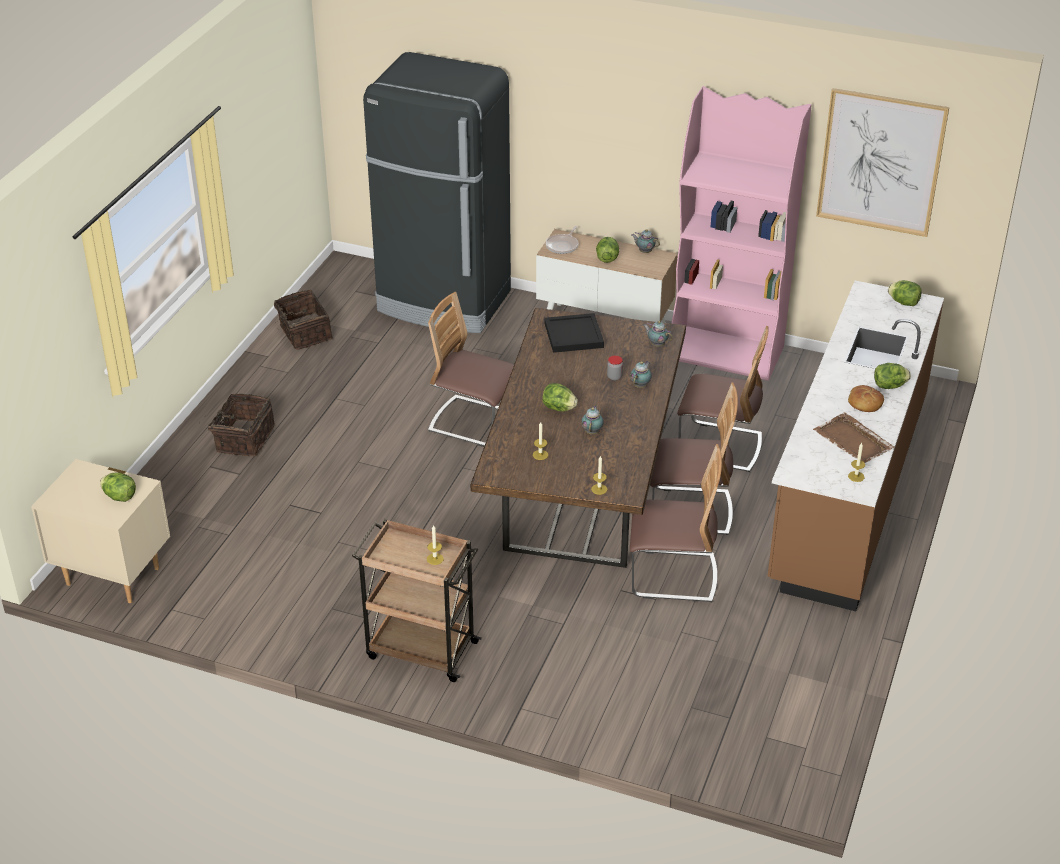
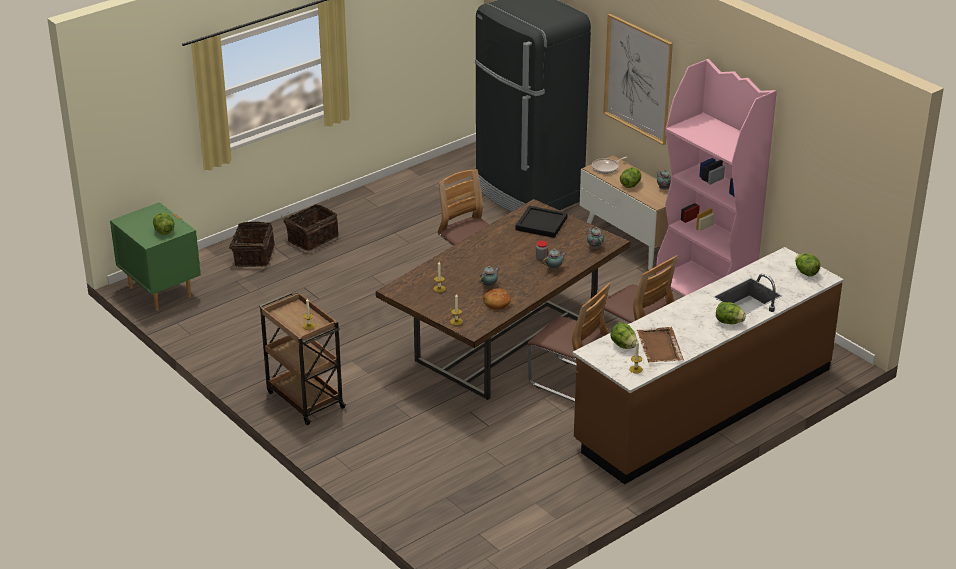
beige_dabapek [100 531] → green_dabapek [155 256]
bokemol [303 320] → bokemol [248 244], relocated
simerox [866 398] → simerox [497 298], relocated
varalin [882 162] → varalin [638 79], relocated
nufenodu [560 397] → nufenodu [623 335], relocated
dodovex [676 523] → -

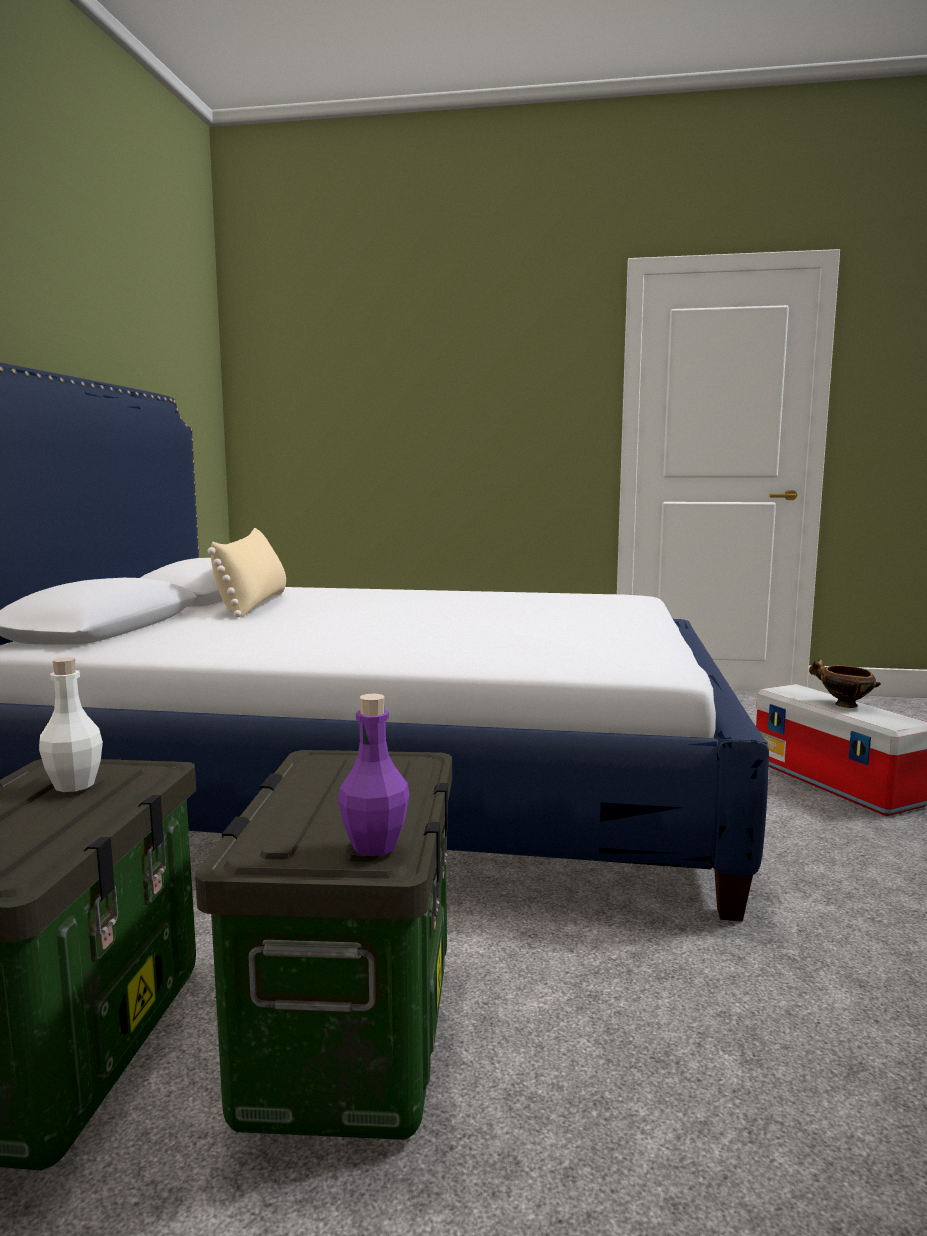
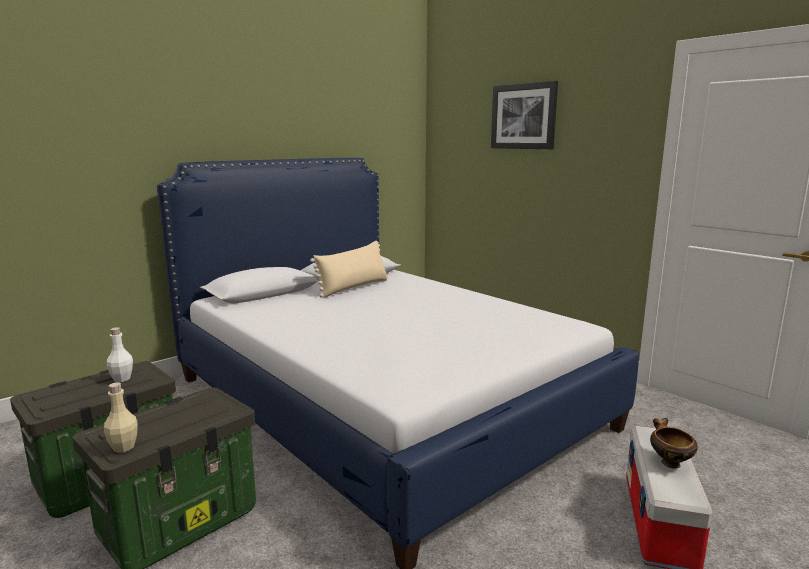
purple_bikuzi [374 775] → beige_bikuzi [121 417]
- → varalin [524 115]

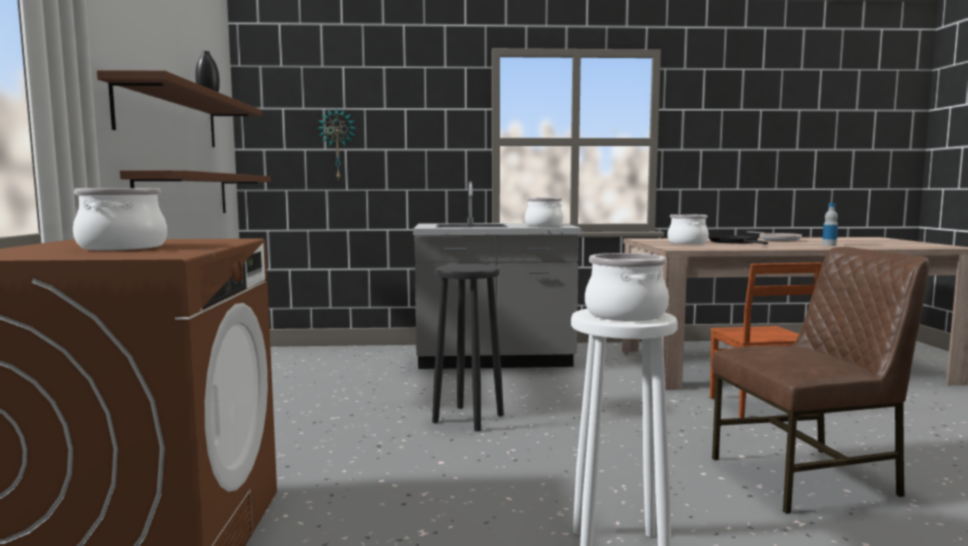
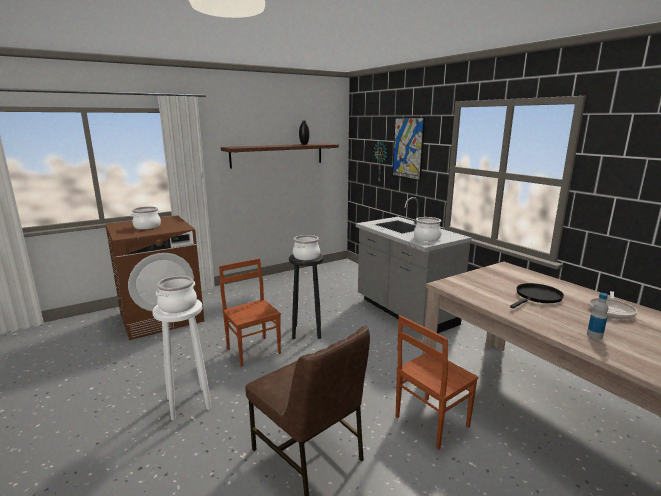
- → brown_dodovex [250 312]
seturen [688 229] → seturen [306 247], relocated
- → varalin [408 149]
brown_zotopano [195 191] → -

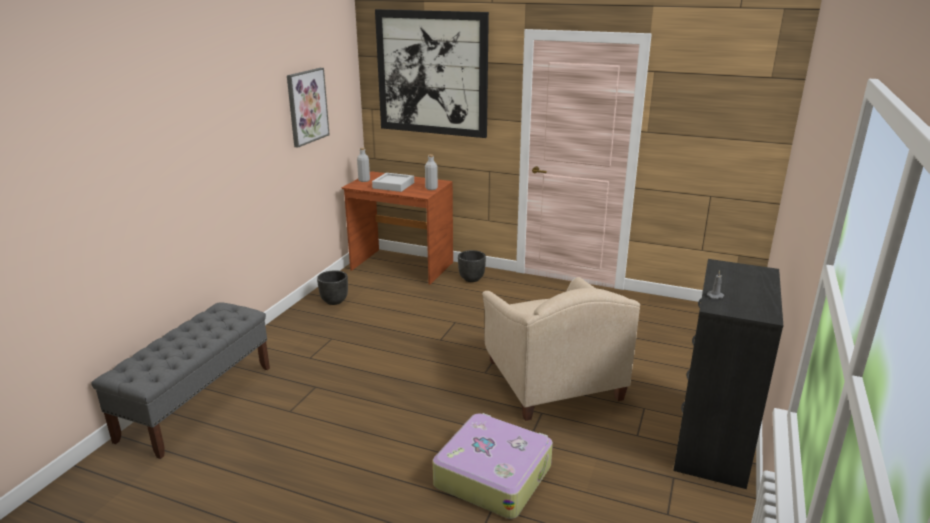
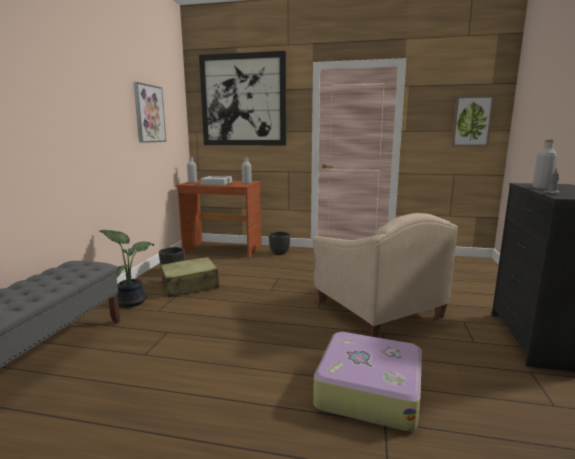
- → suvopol [127 268]
- → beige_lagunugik [190 277]
- → varalin [473 120]
- → grey_bikuzi [545 164]

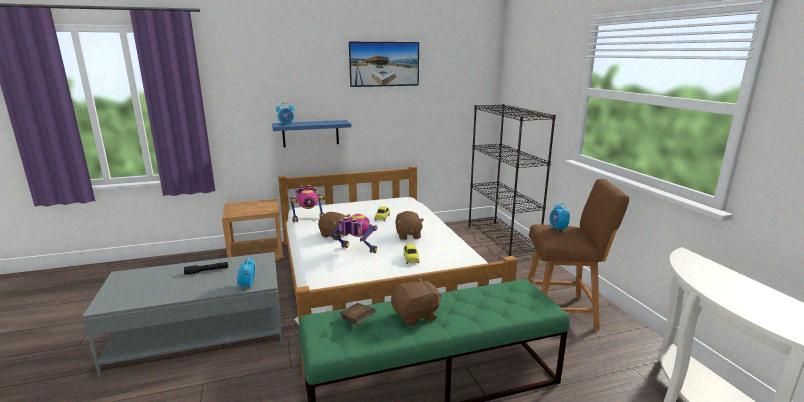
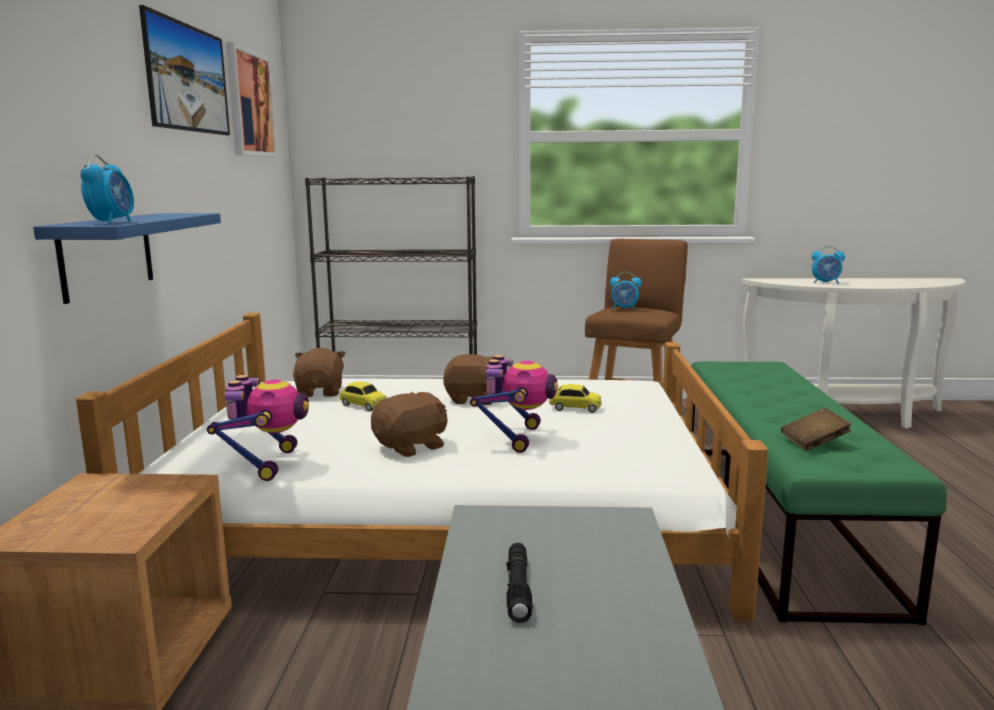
- → varalin [252 99]
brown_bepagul [416 302] → brown_bepagul [319 372], relocated
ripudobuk [354 233] → ripudobuk [514 404], 150 degrees clockwise
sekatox [246 274] → sekatox [828 265], relocated

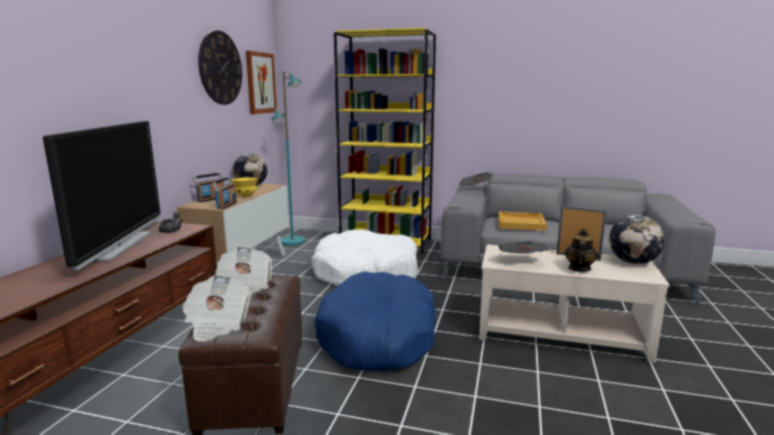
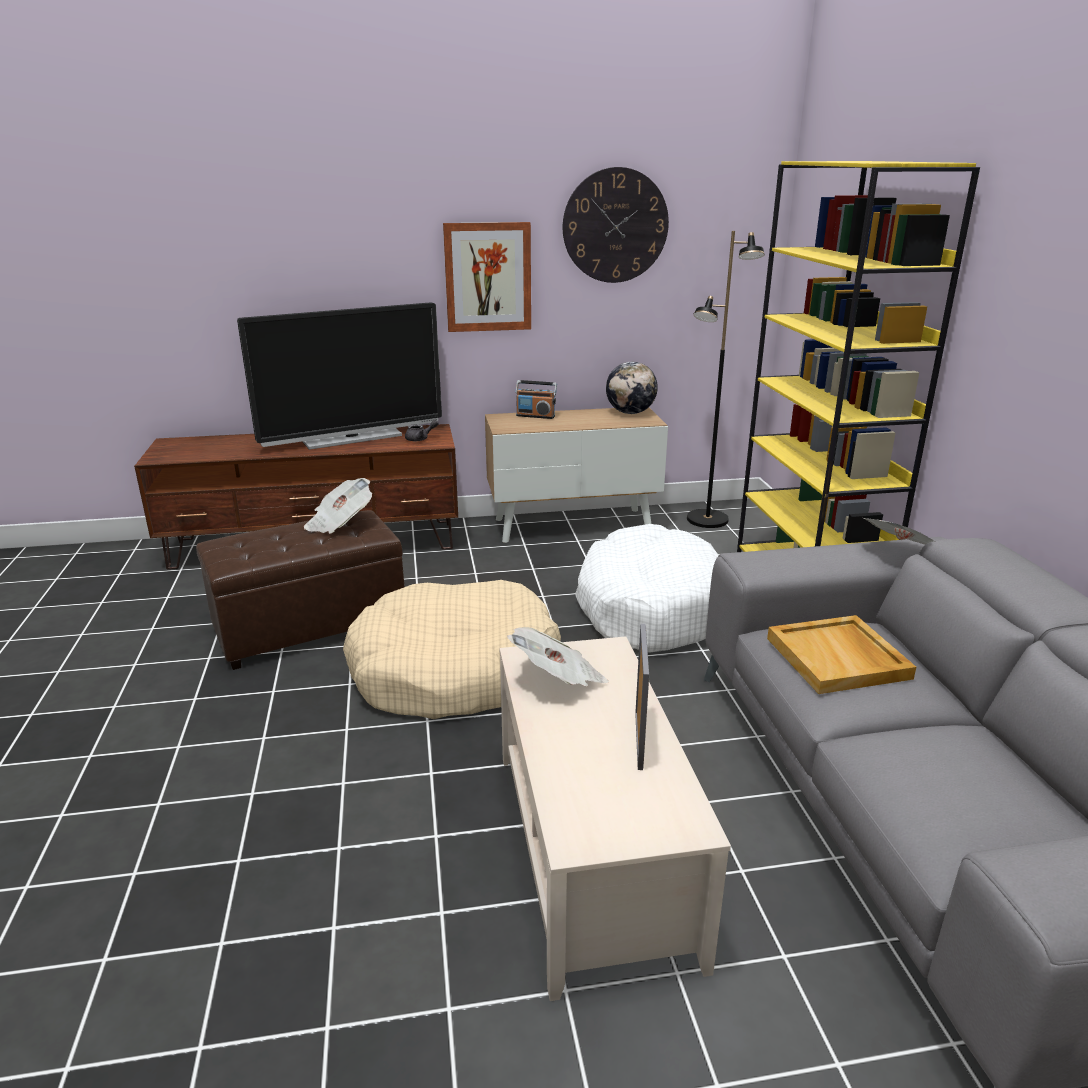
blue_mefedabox [375 321] → beige_mefedabox [452 649]
varalin [261 82] → varalin [487 277], relocated
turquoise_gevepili [288 158] → black_gevepili [726 379]
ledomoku [217 308] → -
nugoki [224 193] → -
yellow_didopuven [245 187] → -
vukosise [581 250] → -
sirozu [637 239] → -

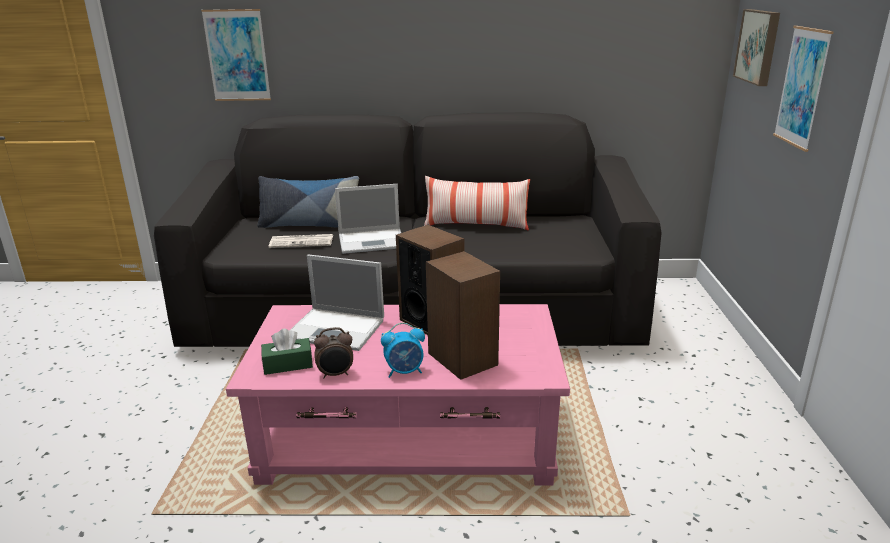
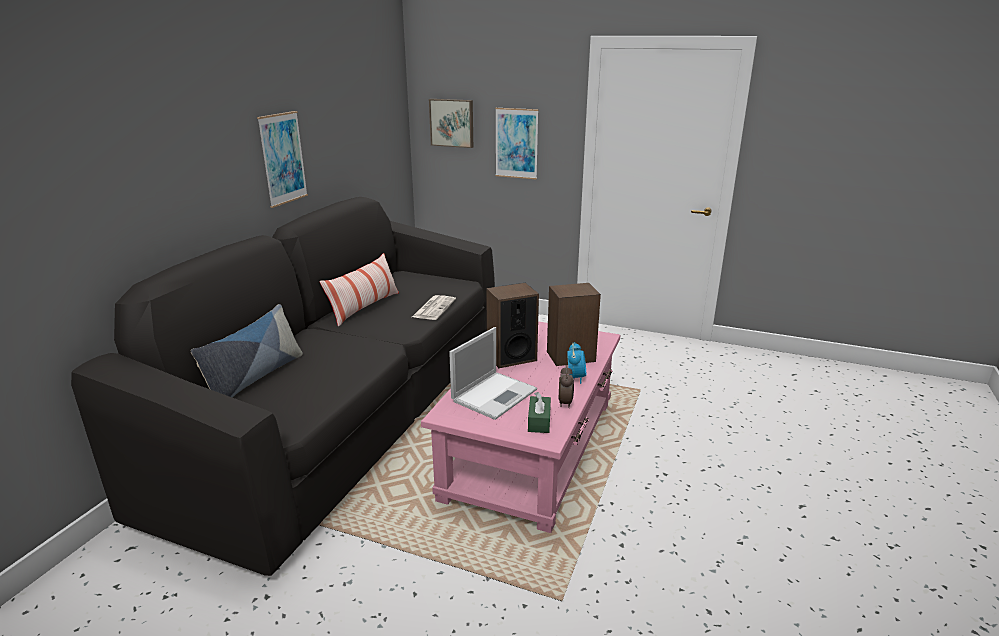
varalin [236 55] → varalin [282 159], relocated
ledomoku [300 241] → ledomoku [434 307], relocated
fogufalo [368 219] → -

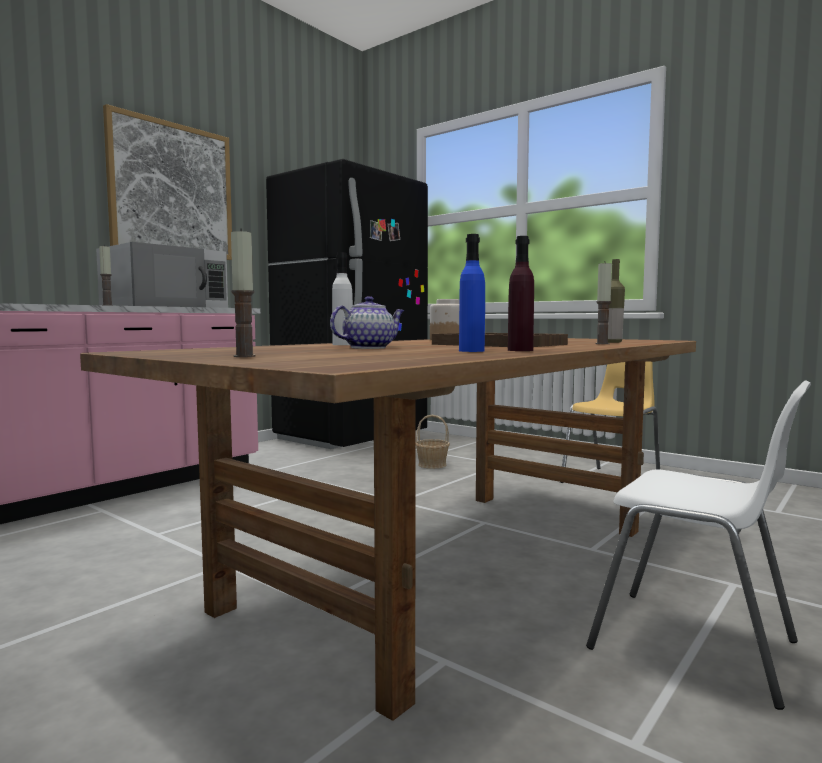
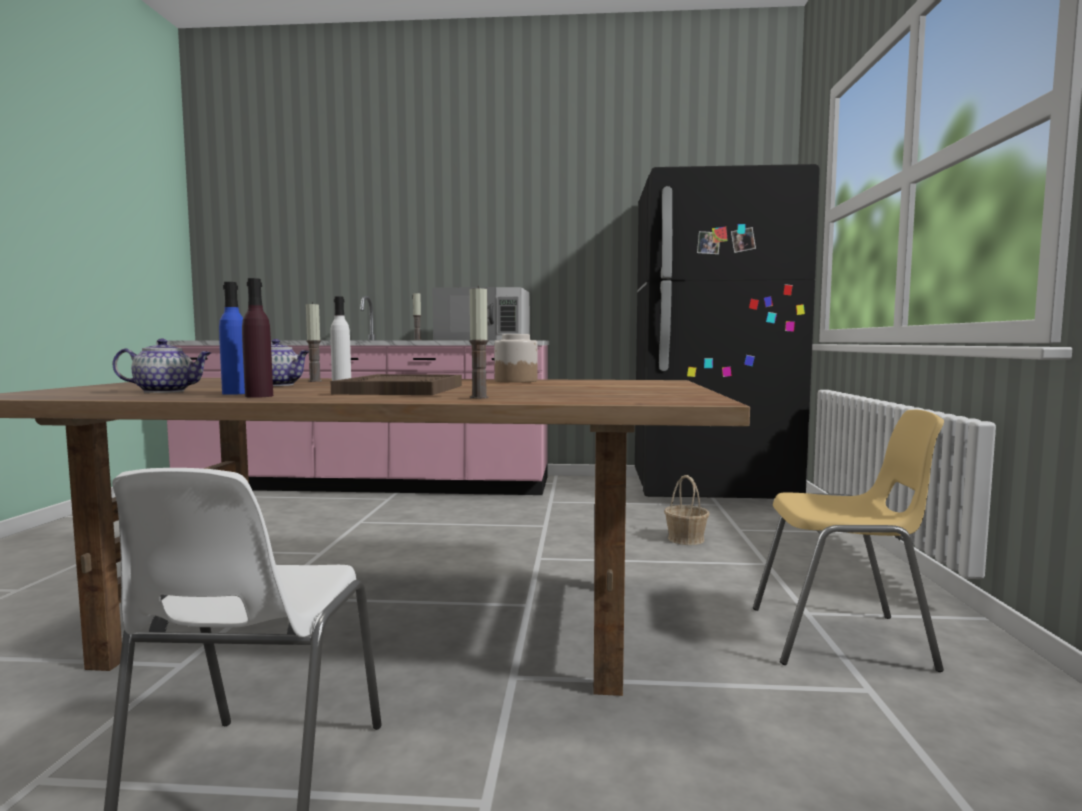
- → vukosise [162 365]
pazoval [243 293] → pazoval [314 342], relocated
varalin [167 182] → -
bikuzi [616 301] → -

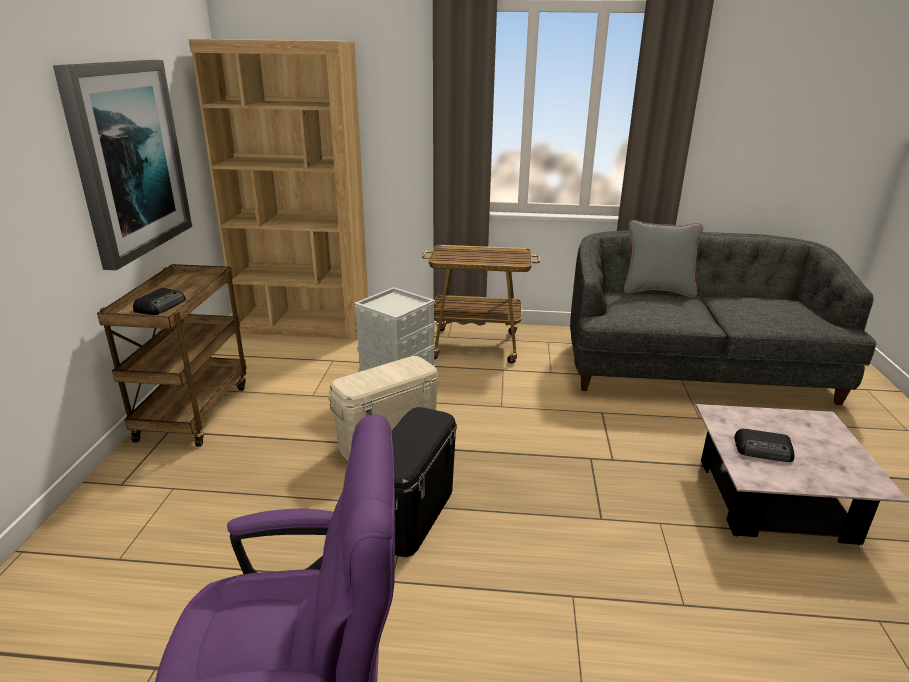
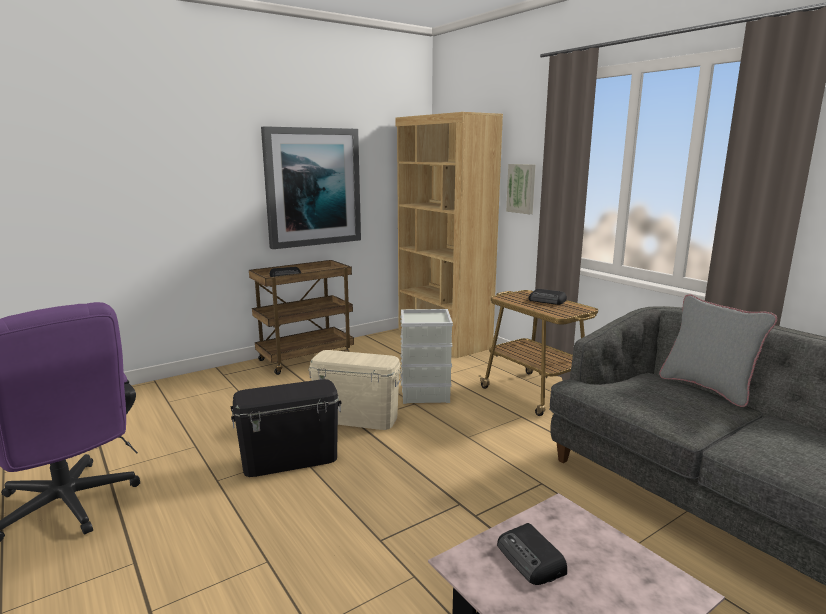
- → varalin [520 189]
- → nugoki [547 297]

